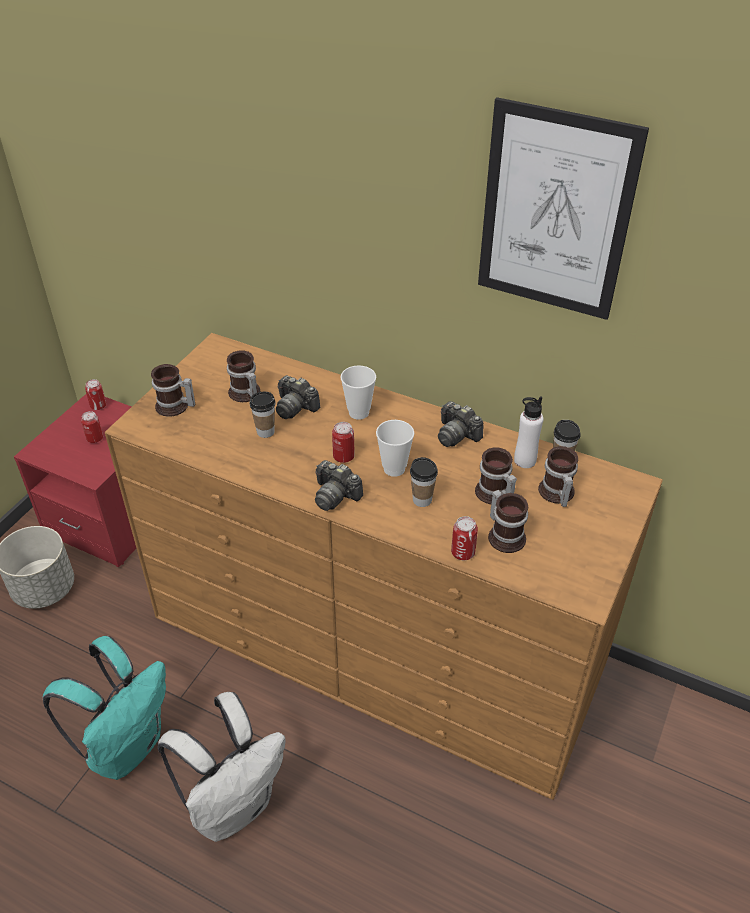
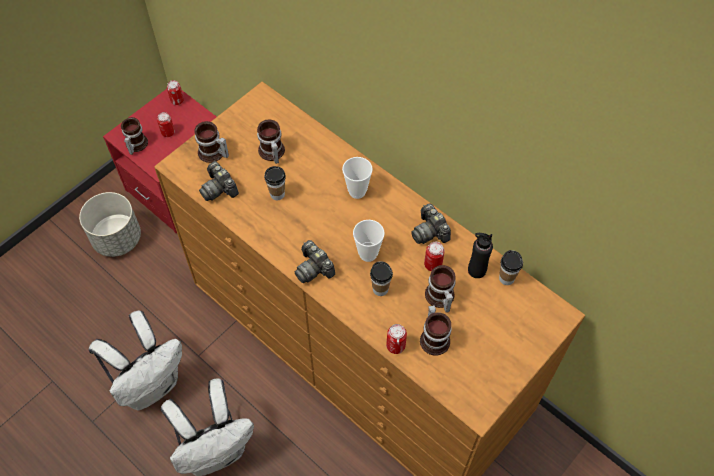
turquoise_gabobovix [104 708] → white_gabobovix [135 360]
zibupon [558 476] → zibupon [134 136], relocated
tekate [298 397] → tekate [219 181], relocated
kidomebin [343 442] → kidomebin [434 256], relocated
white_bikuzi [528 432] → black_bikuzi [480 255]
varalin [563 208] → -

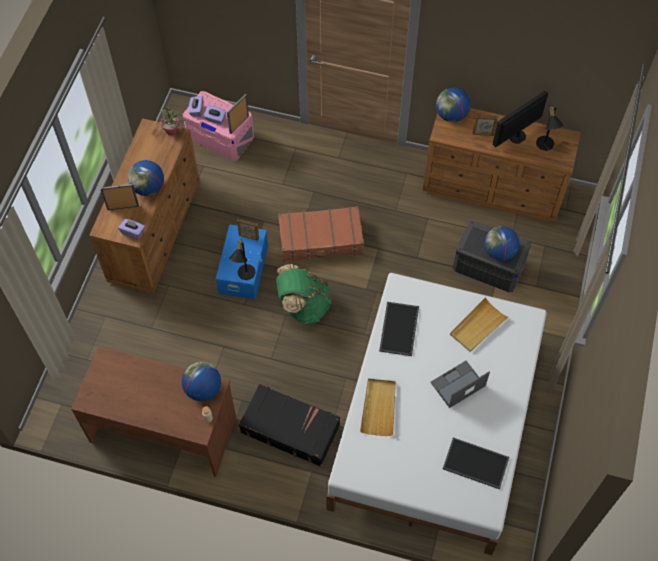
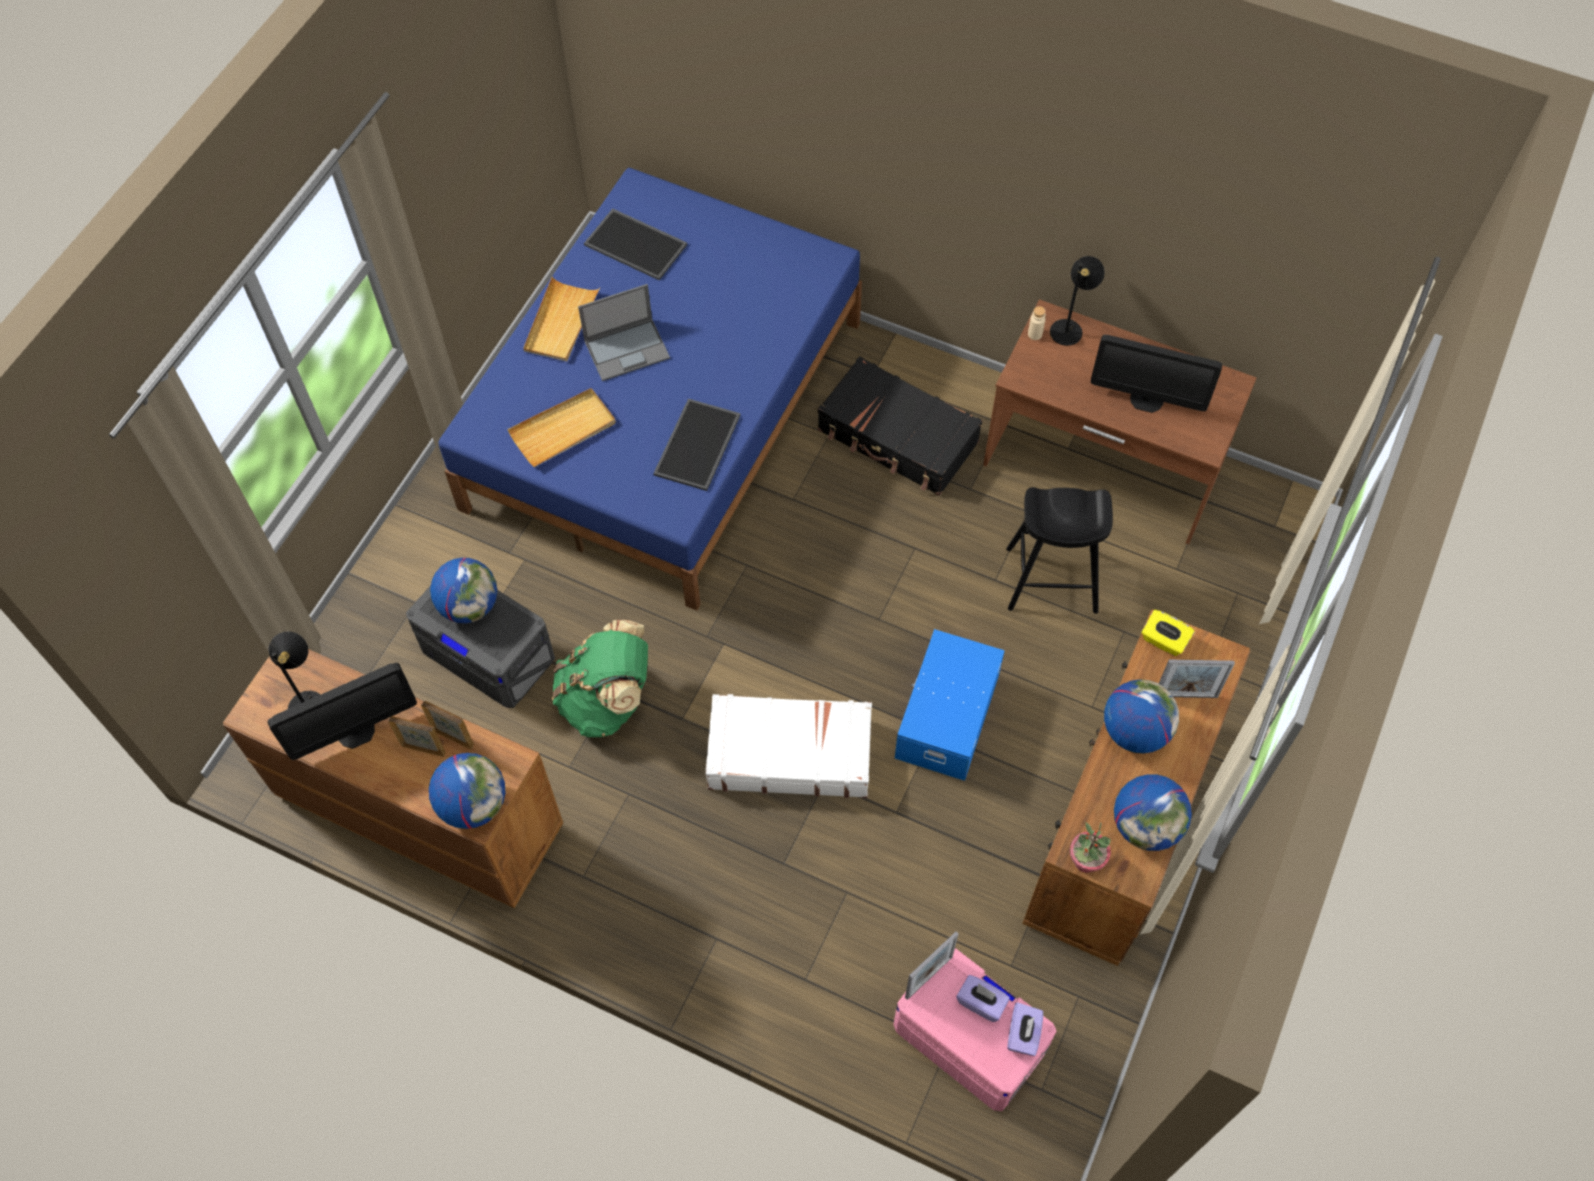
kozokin [248 230] → kozokin [447 725], relocated
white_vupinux [436 414] → blue_vupinux [650 389]
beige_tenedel [378 407] → beige_tenedel [561 319], relocated
green_gabobovix [303 294] → green_gabobovix [600 678], relocated
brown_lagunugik [321 234] → white_lagunugik [788 746]
- → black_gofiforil [1059 550]
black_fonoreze [242 259] → black_fonoreze [1077 301], relocated
- → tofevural [1156 374]
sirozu [201 381] → sirozu [1153 812], relocated
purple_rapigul [131 229] → yellow_rapigul [1168 633]

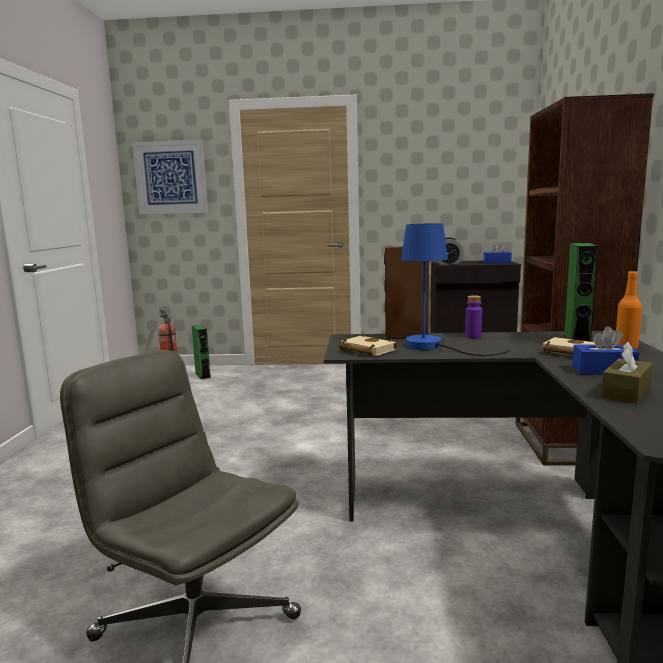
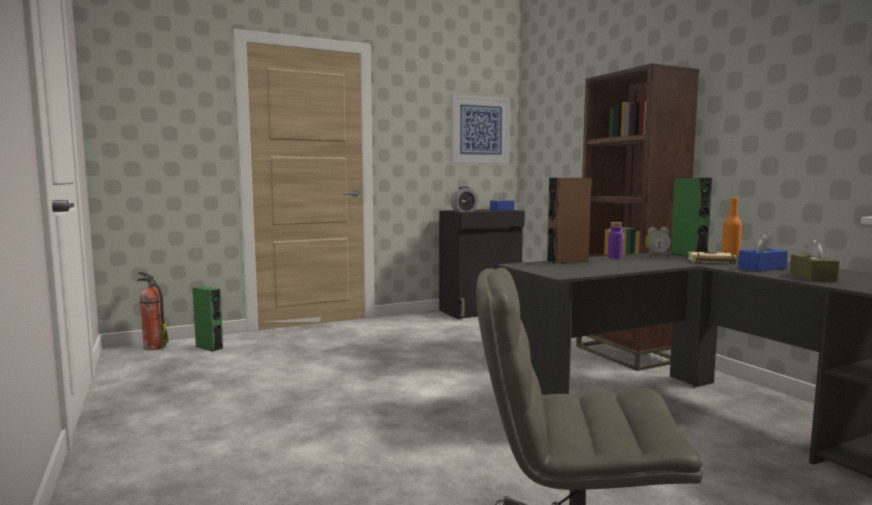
varalin [170 177] → varalin [480 129], relocated
- → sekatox [658 241]
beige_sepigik [368 345] → -
blue_fonoreze [455 289] → -

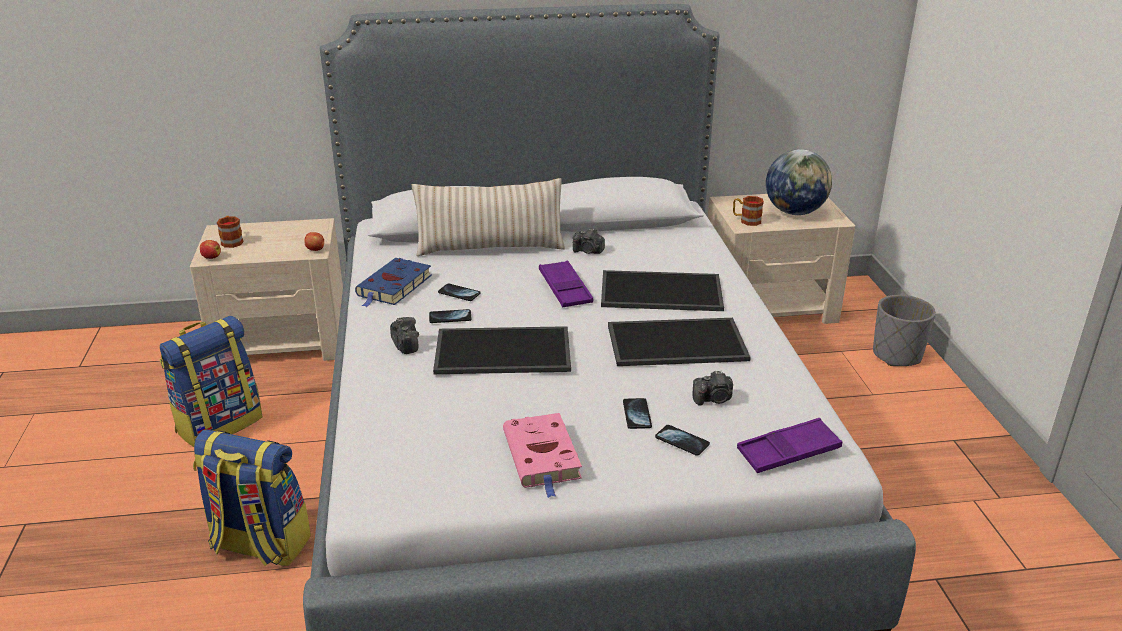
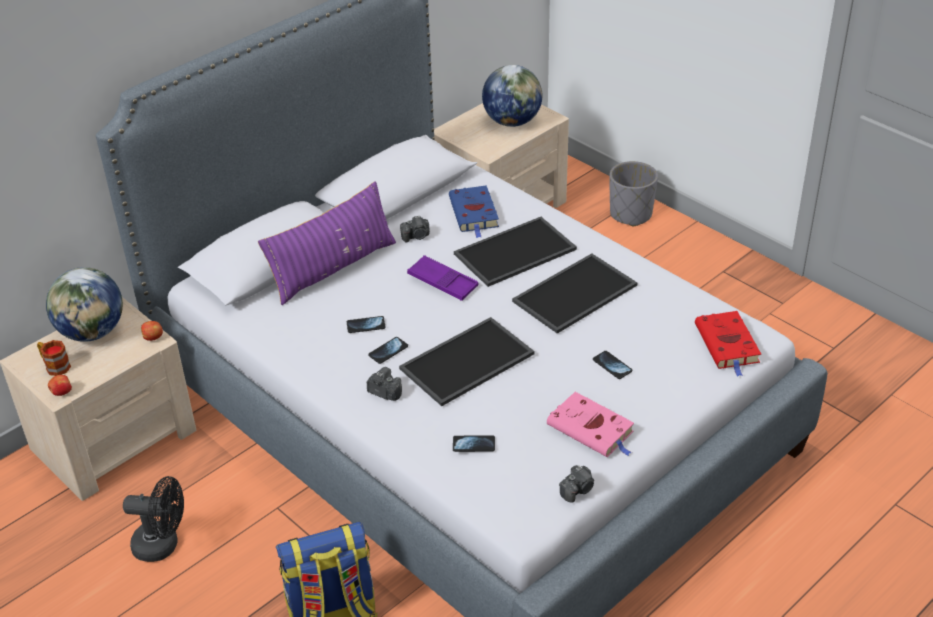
- → sirozu [84 304]
gabobovix [210 381] → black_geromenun [153 519]
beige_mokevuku [488 217] → purple_mokevuku [327 243]
blue_sepigik [393 282] → blue_sepigik [474 211], relocated
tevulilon [682 440] → tevulilon [474 443], relocated
tekate [713 388] → tekate [576 484], relocated
purple_tenedel [789 445] → red_sepigik [728 344]
zibupon [748 211] → -

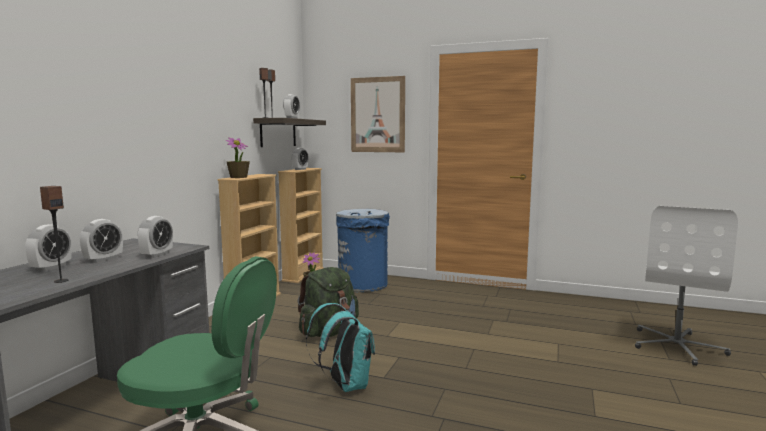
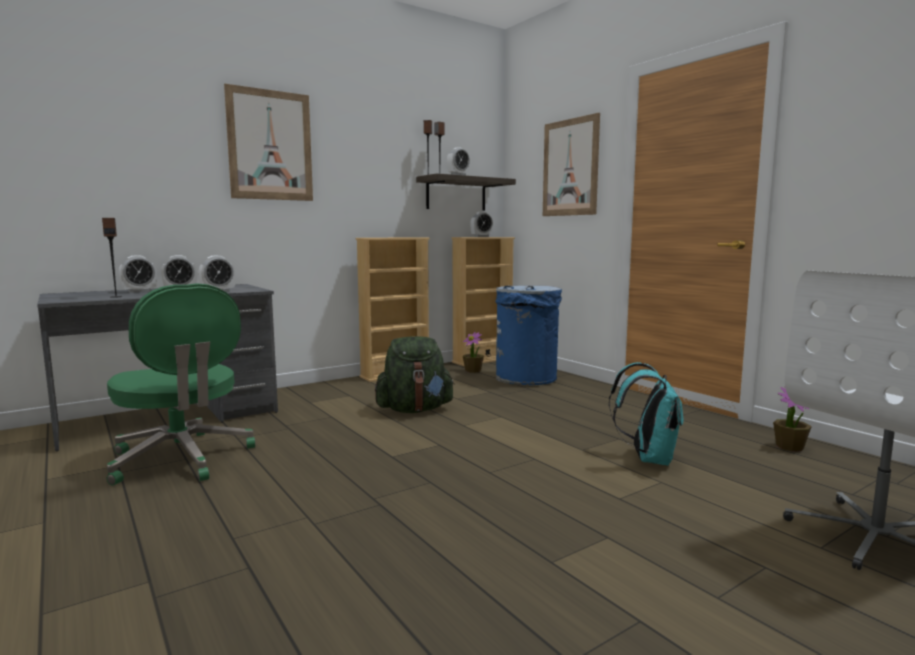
- → varalin [268 142]
turquoise_gabobovix [340 347] → turquoise_gabobovix [646 414], relocated
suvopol [238 157] → suvopol [792 418], relocated

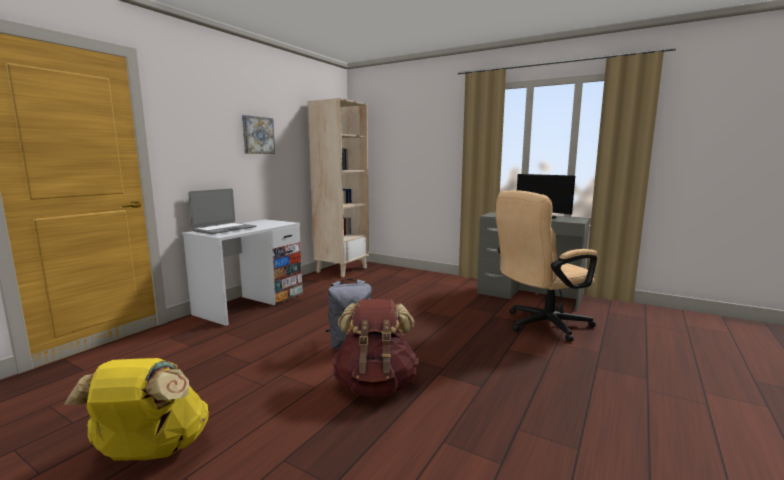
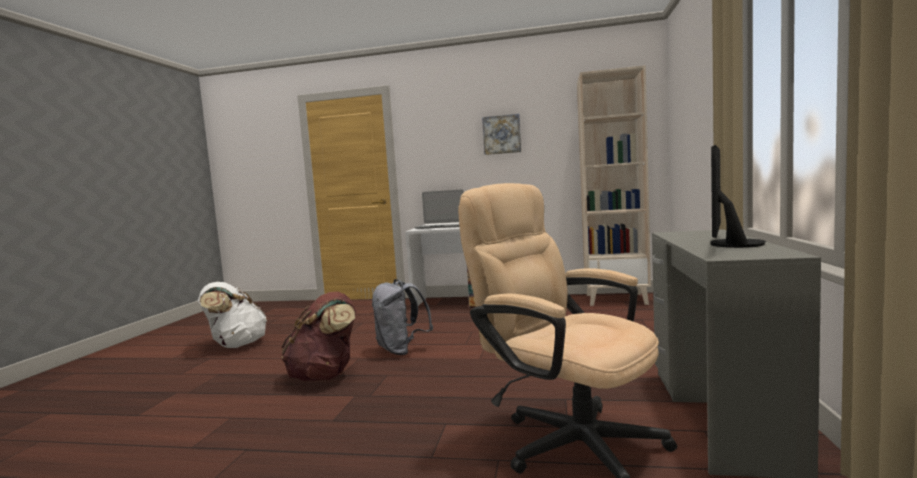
yellow_gabobovix [136 409] → white_gabobovix [232 315]

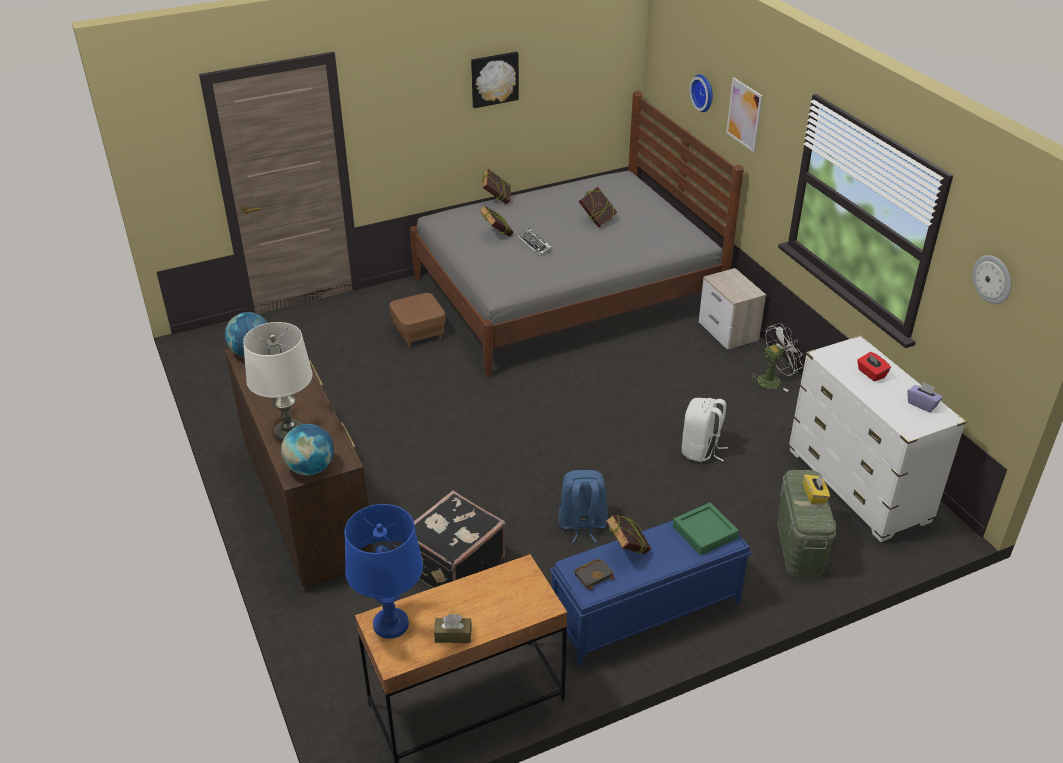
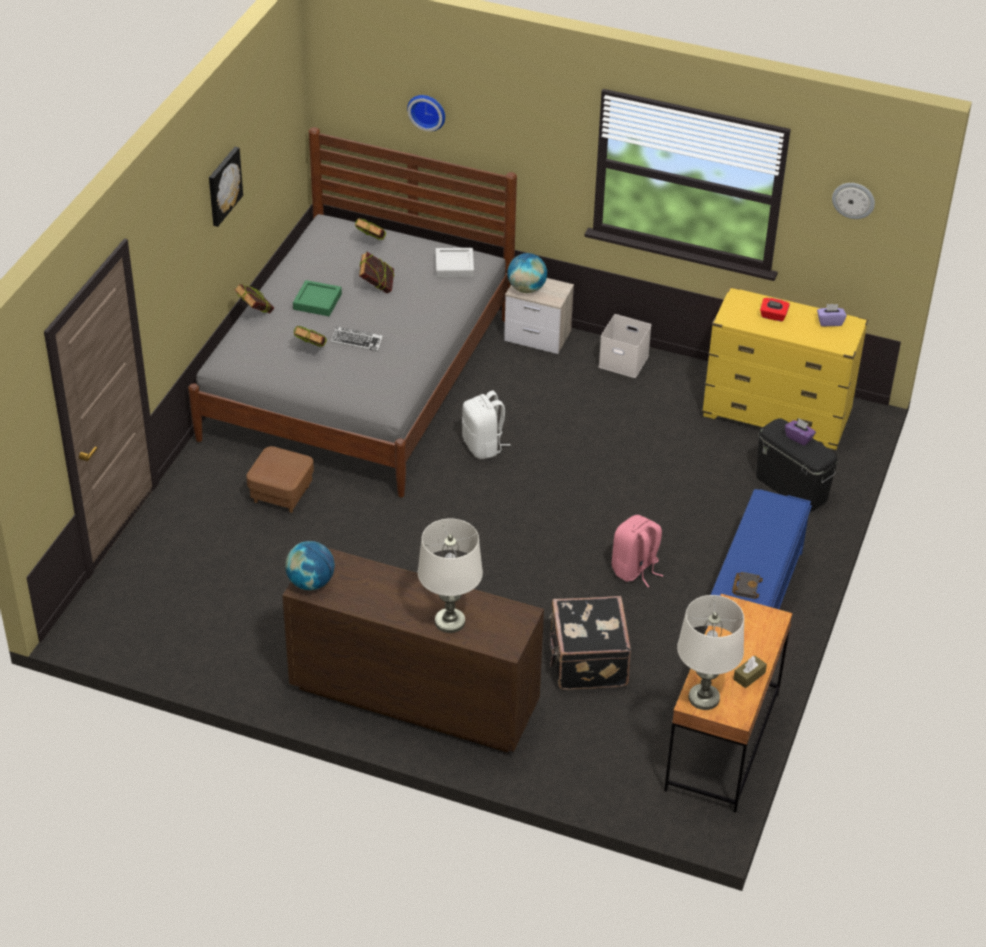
green_tenedel [706 529] → green_tenedel [317 298], relocated
sepigik [629 534] → sepigik [370 229], relocated
- → grey_tenedel [455 263]
white_gabobovix [705 430] → white_gabobovix [486 425], relocated
sirozu [307 450] → sirozu [527 273], relocated
white_geromenun [776 357] → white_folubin [625 346]
blue_gabobovix [583 506] → pink_gabobovix [637 551]
blue_fonoreze [383 571] → white_fonoreze [710 652]
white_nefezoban [877 438] → yellow_nefezoban [785 368]
green_folubin [806 523] → black_folubin [797 465]
yellow_rapigul [816 489] → purple_rapigul [800 432]
varalin [744 115] → -

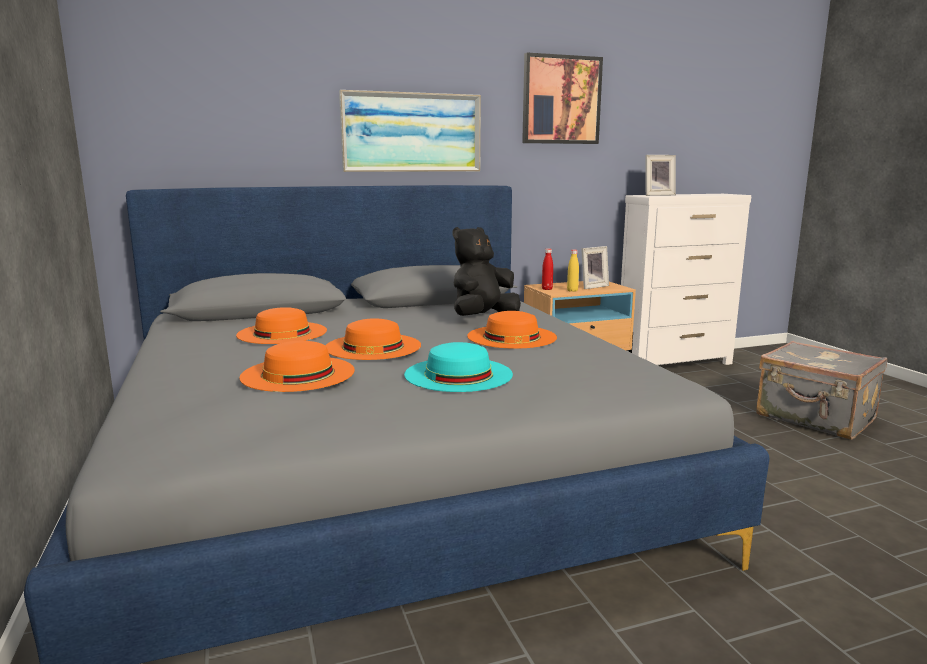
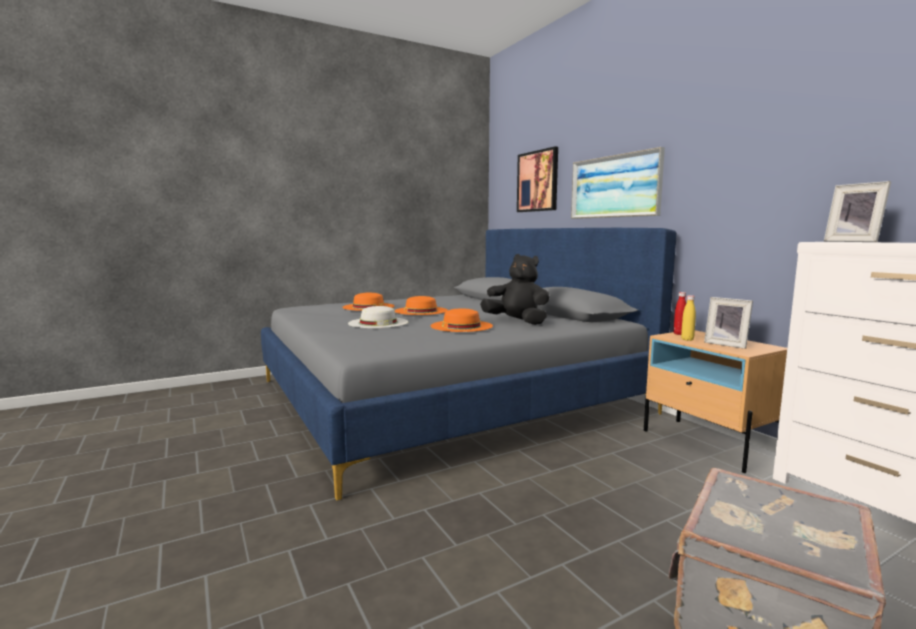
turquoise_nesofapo [458 367] → white_nesofapo [378 317]
varalin [562 98] → varalin [537 179], relocated
orange_nesofapo [281 325] → -

